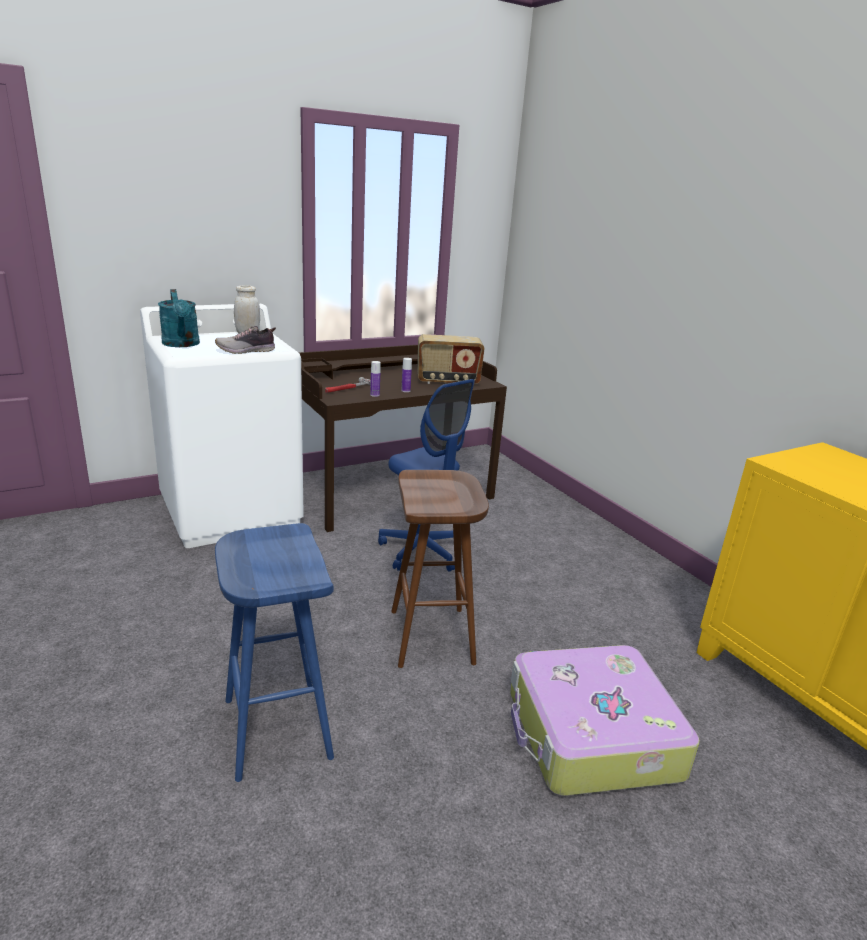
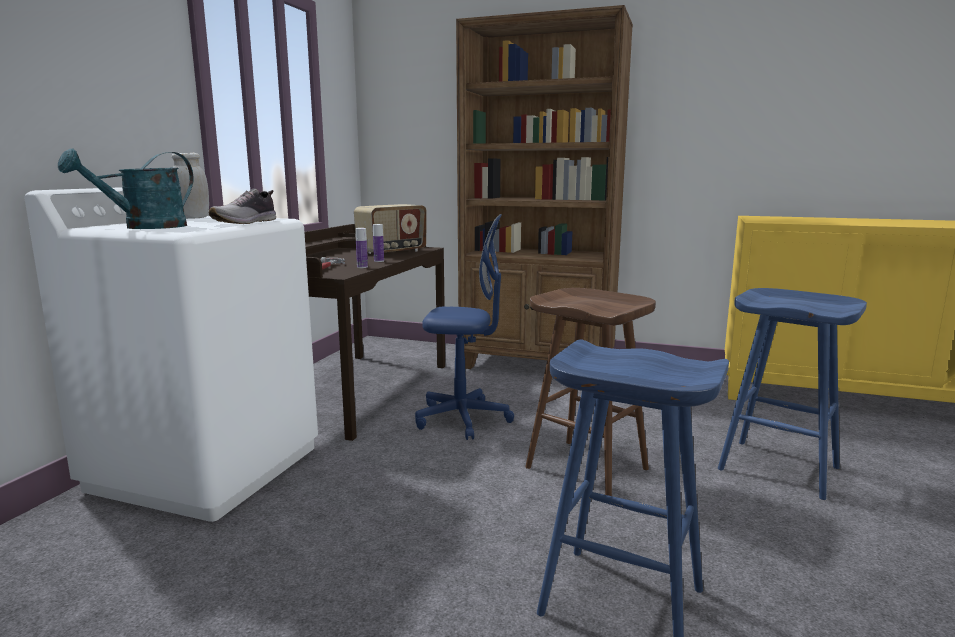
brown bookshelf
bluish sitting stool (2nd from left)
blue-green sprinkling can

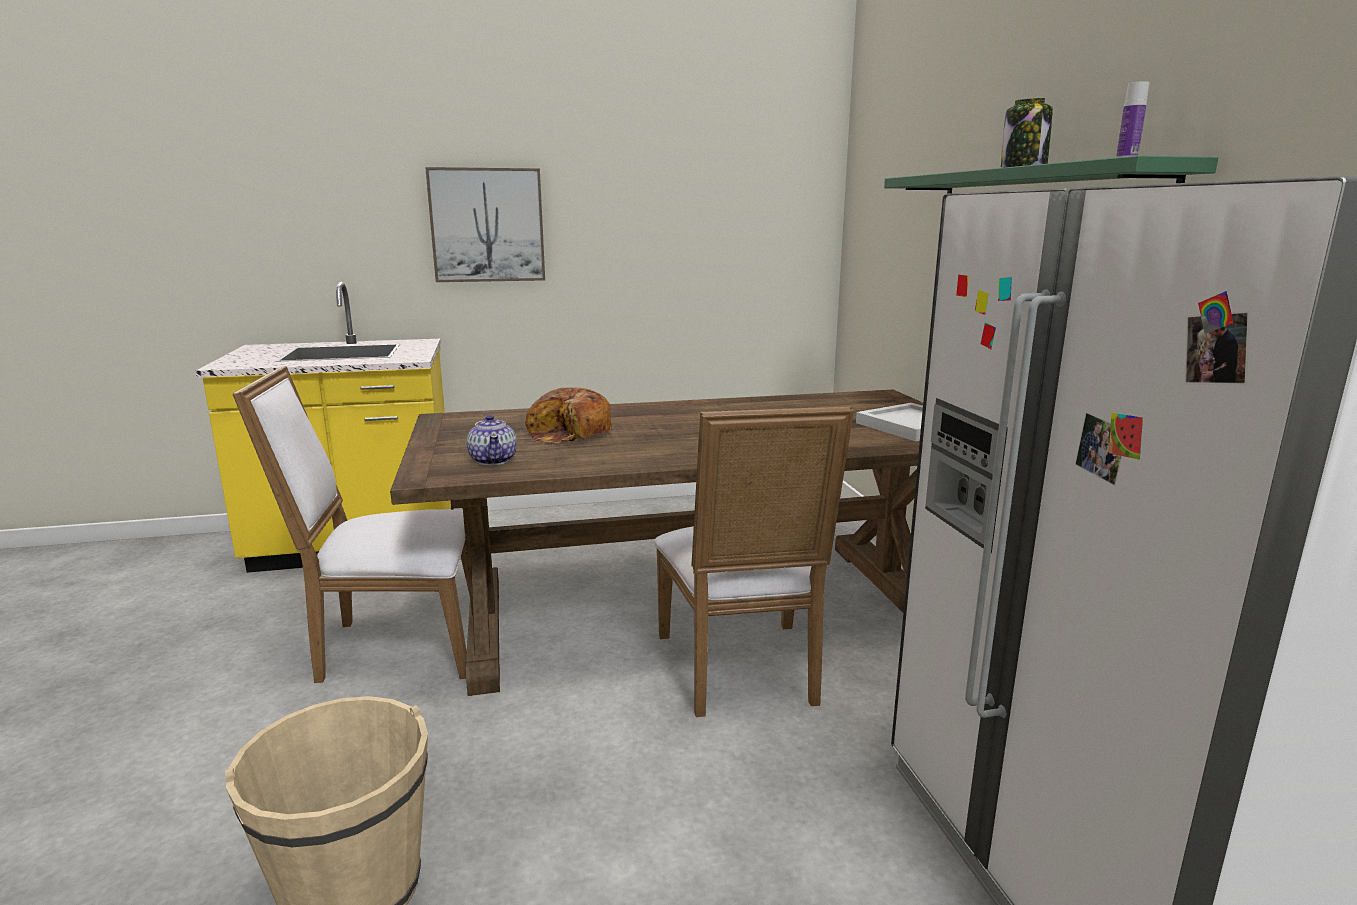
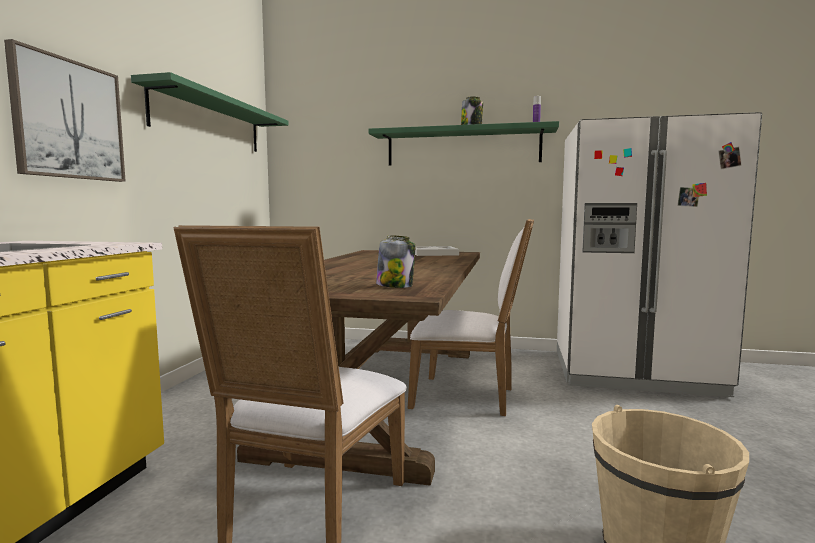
baked bread
greenish bracket shelf (1st from left)
storage jar (1st from left)

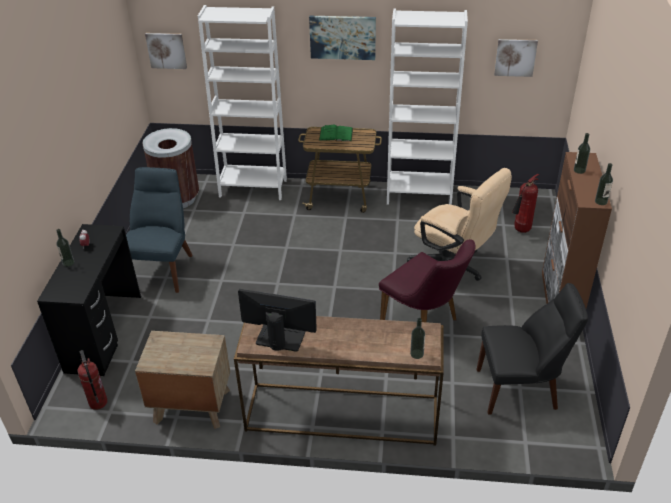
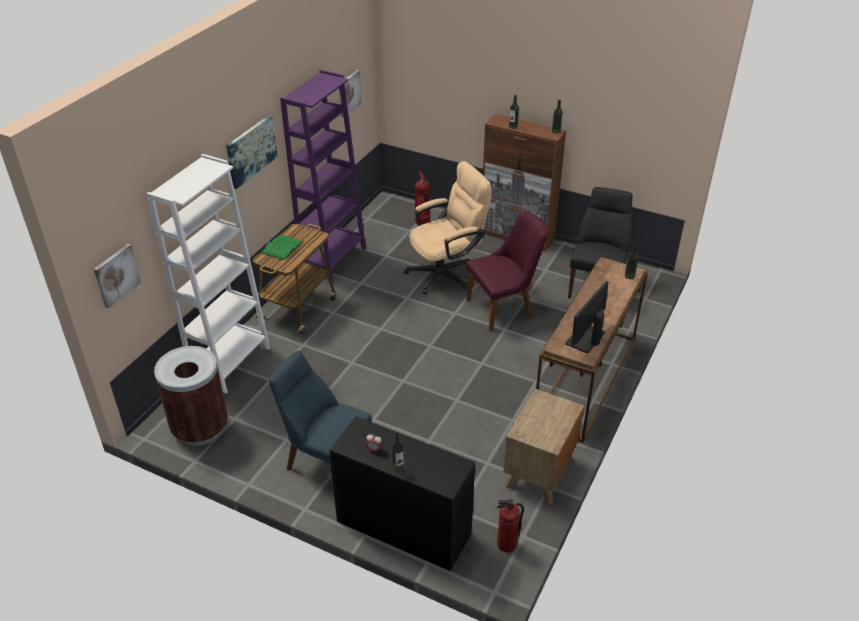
purple bookshelf

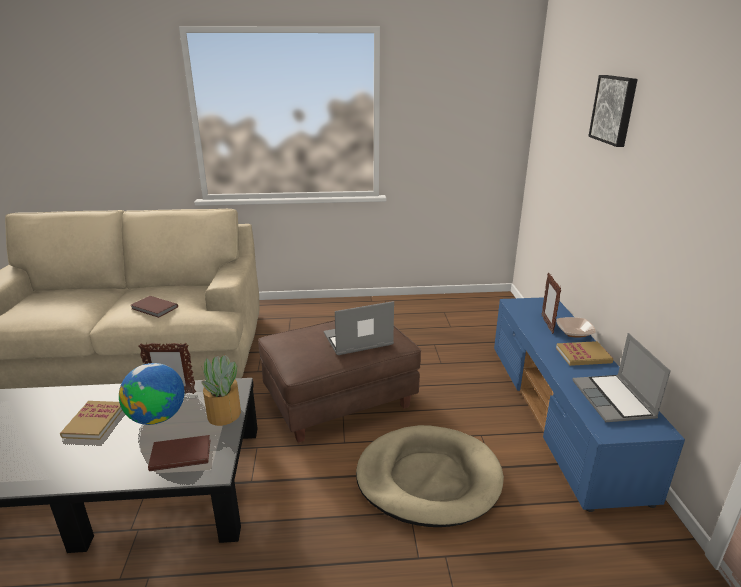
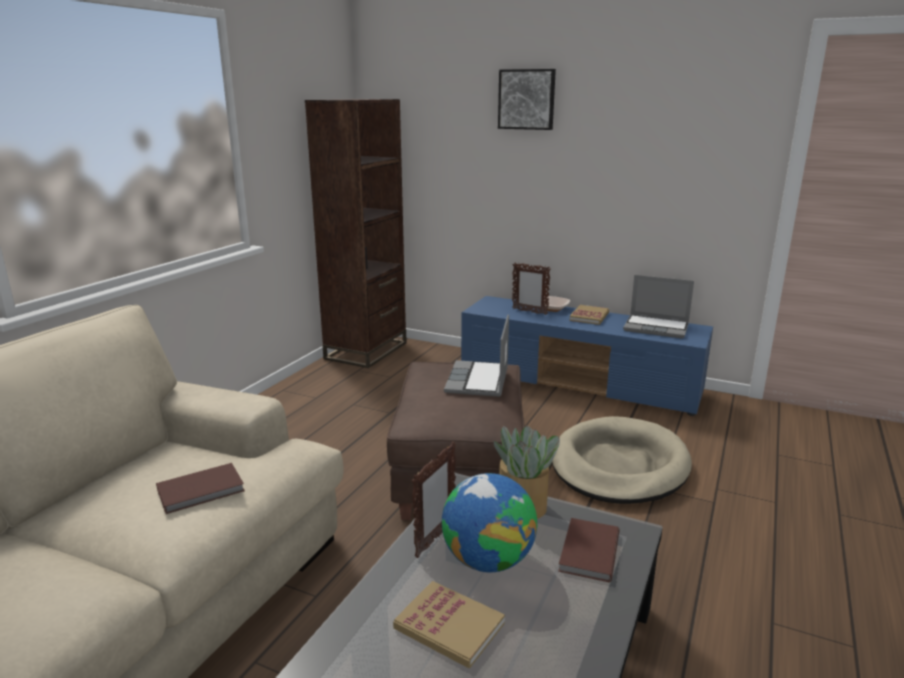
brown bookshelf

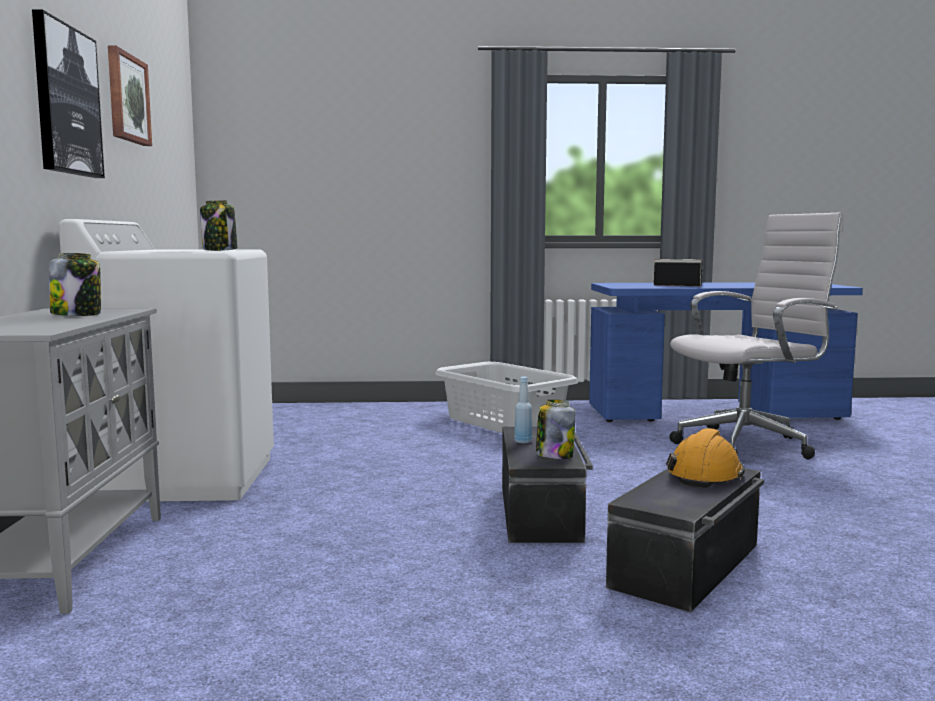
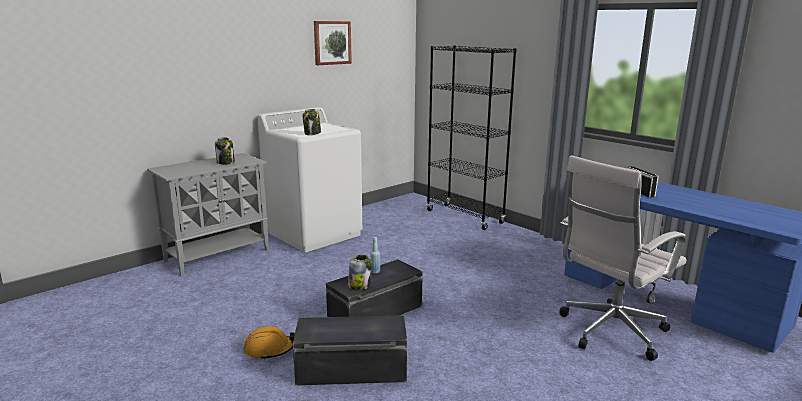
picture (1st from left in the first image)
greyish laundry basket
black bookshelf
orange work helmet
white computer chair

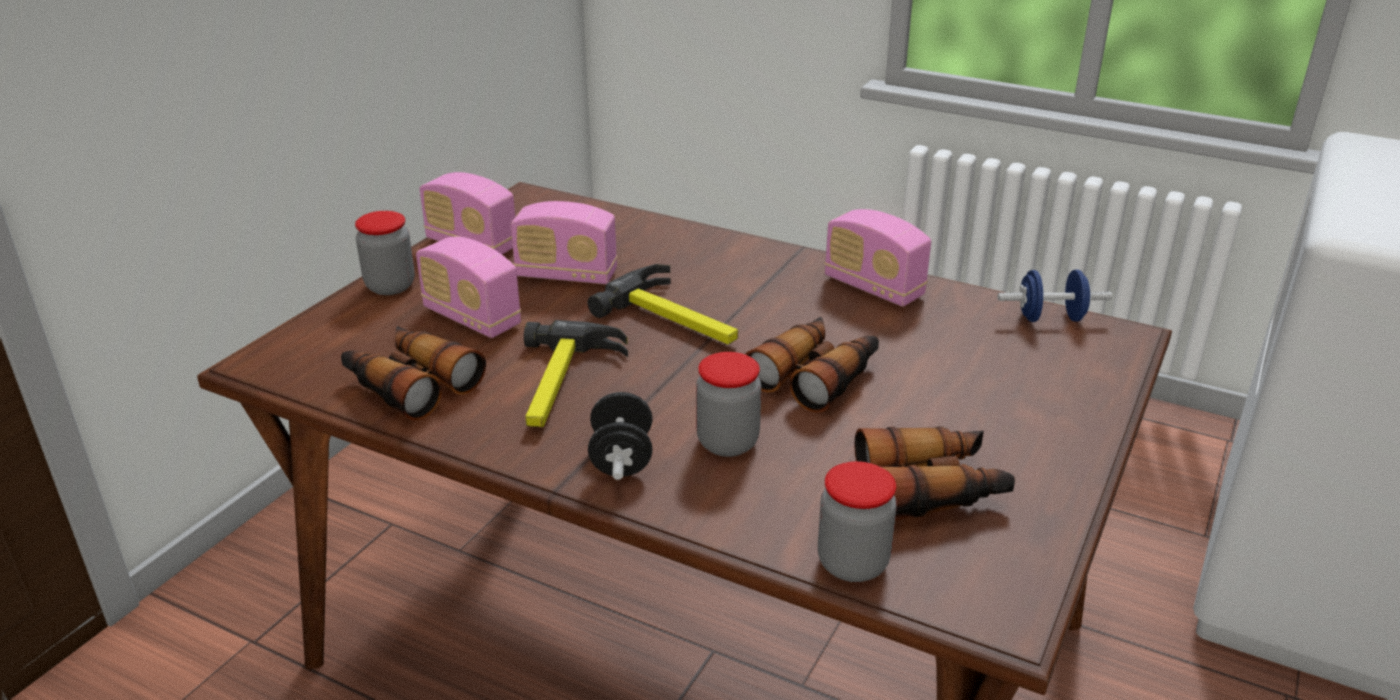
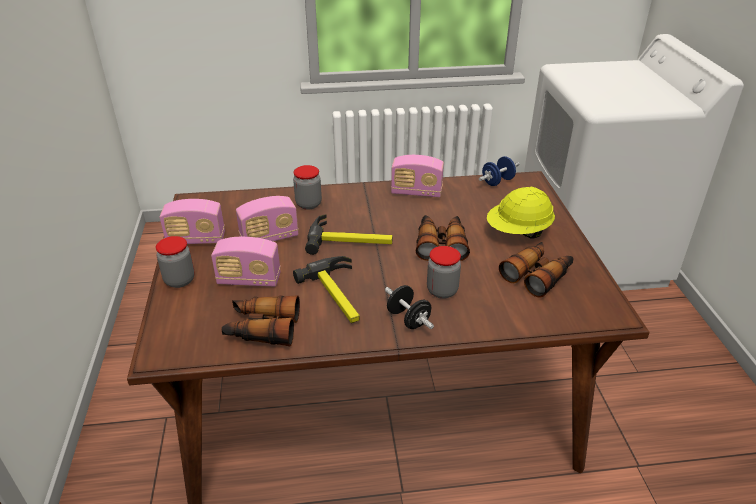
yellow-coloured work helmet
storage jar (2nd from left)

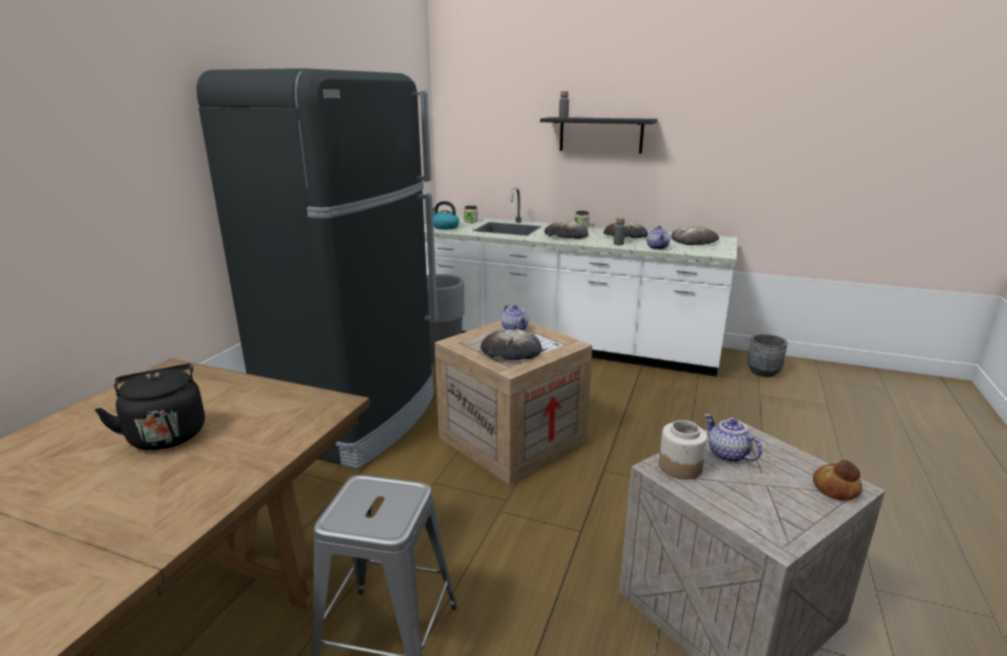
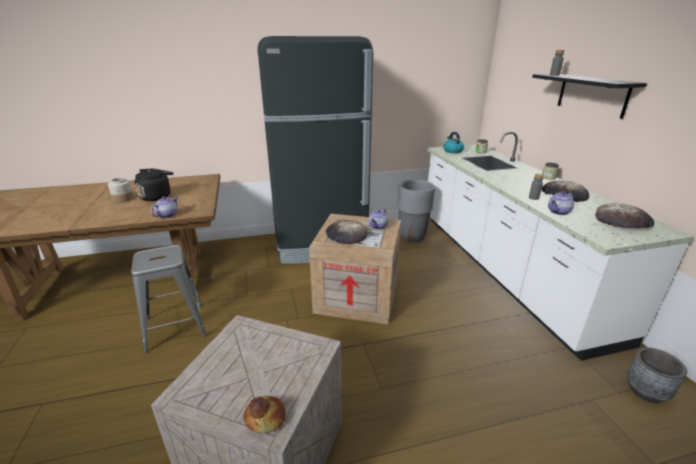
baked bread (2nd from left in the first image)
storage jar (1st from left)
teapot (1st from left)

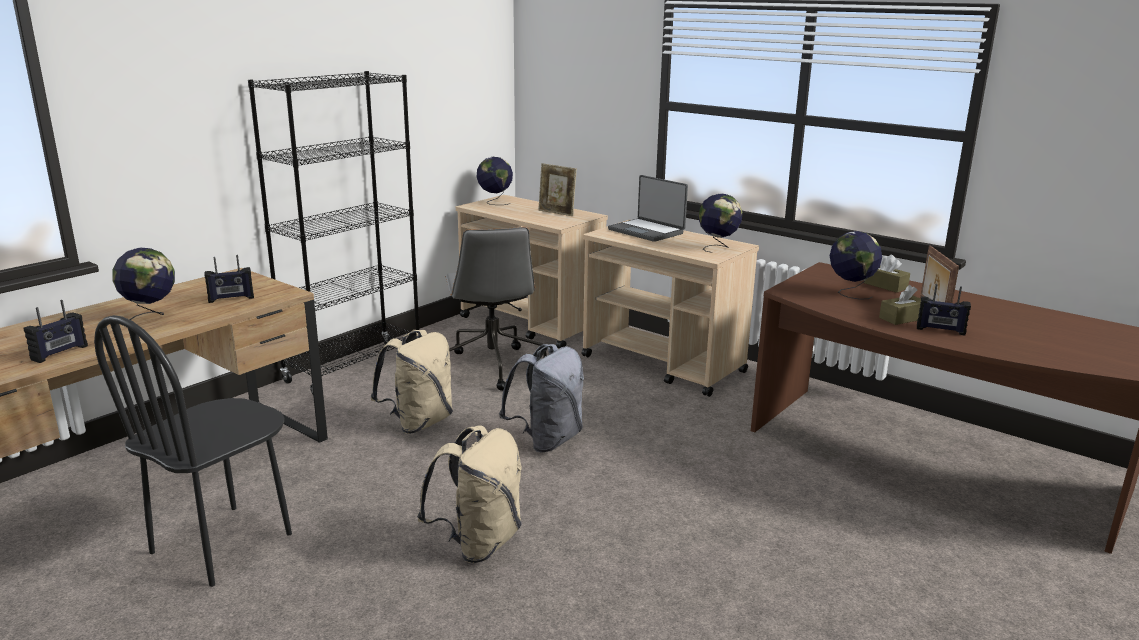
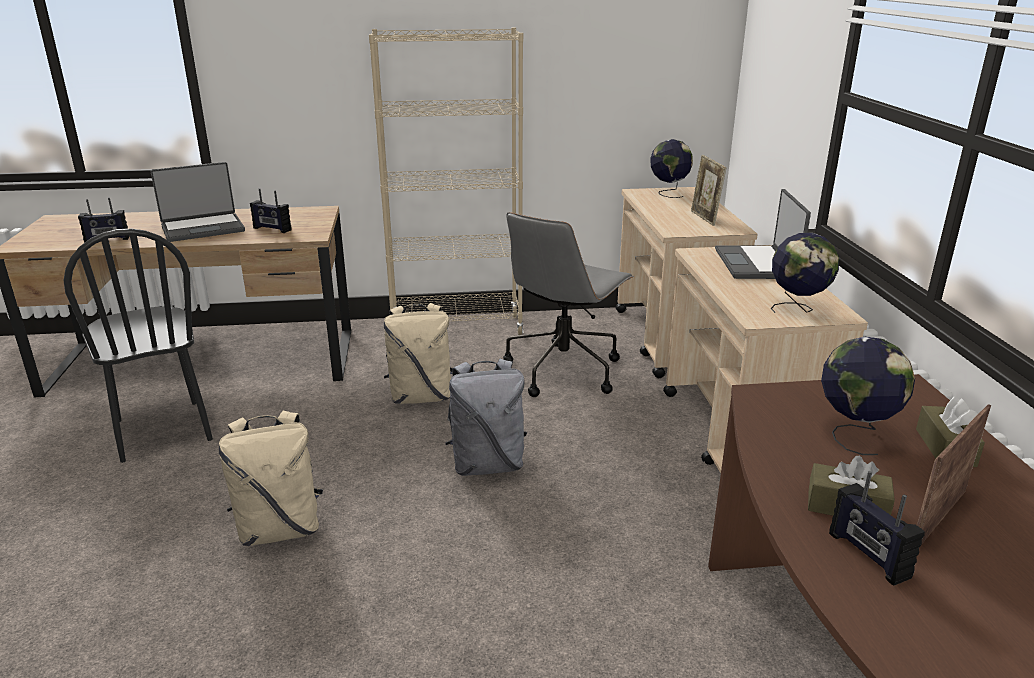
portable computer (1st from left)
beige-coloured bookshelf
black chair

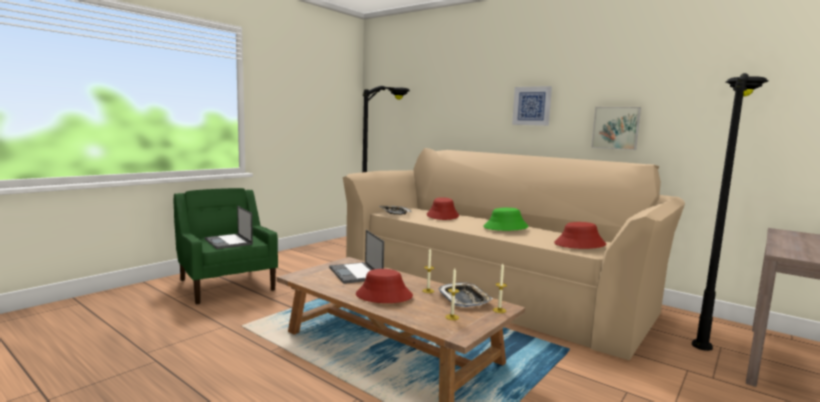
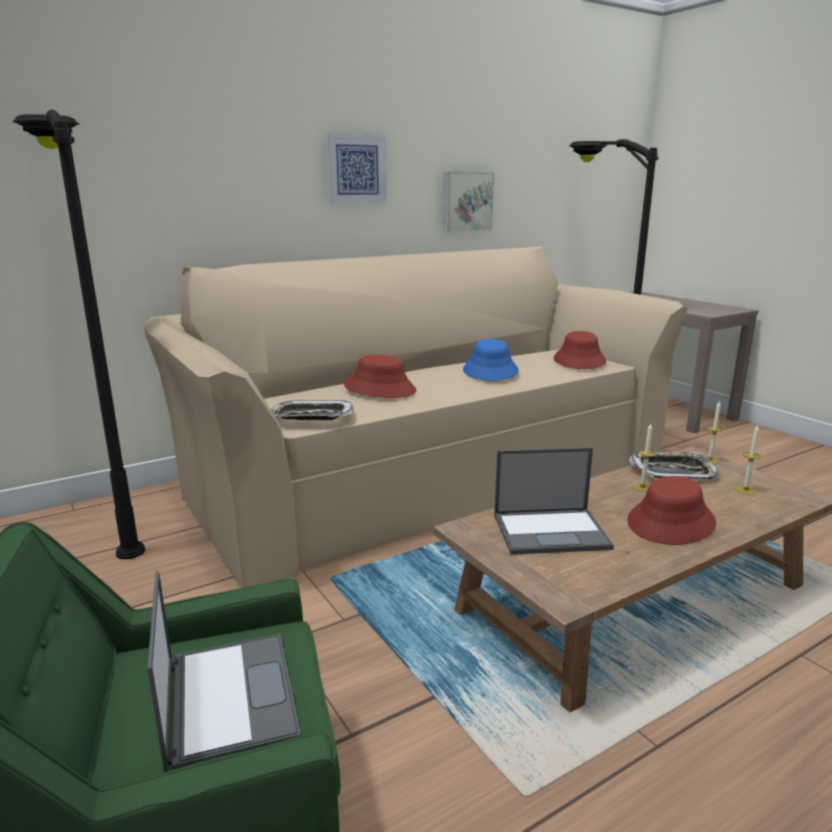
bluish clothing hat
portable computer (1st from left)

